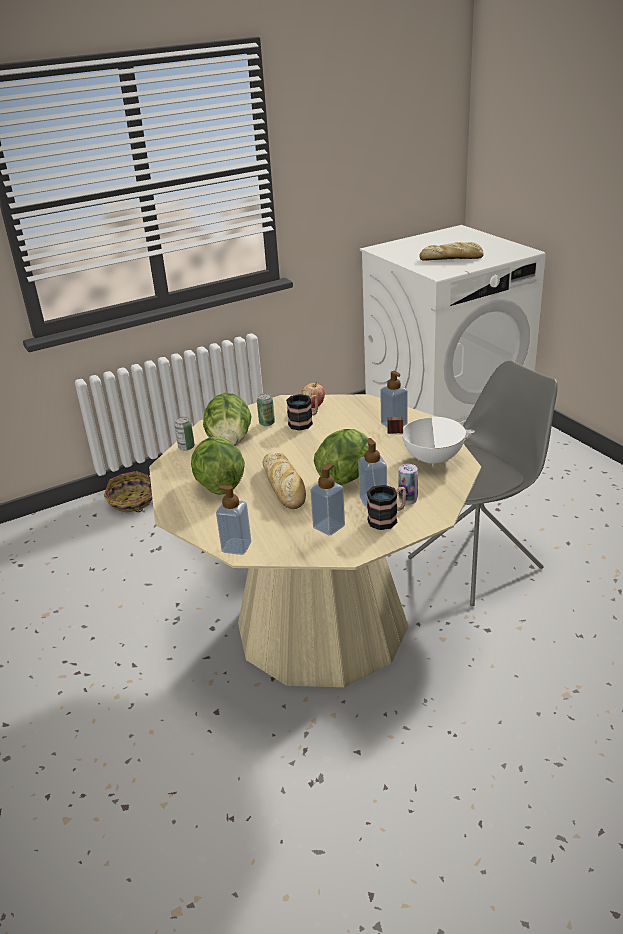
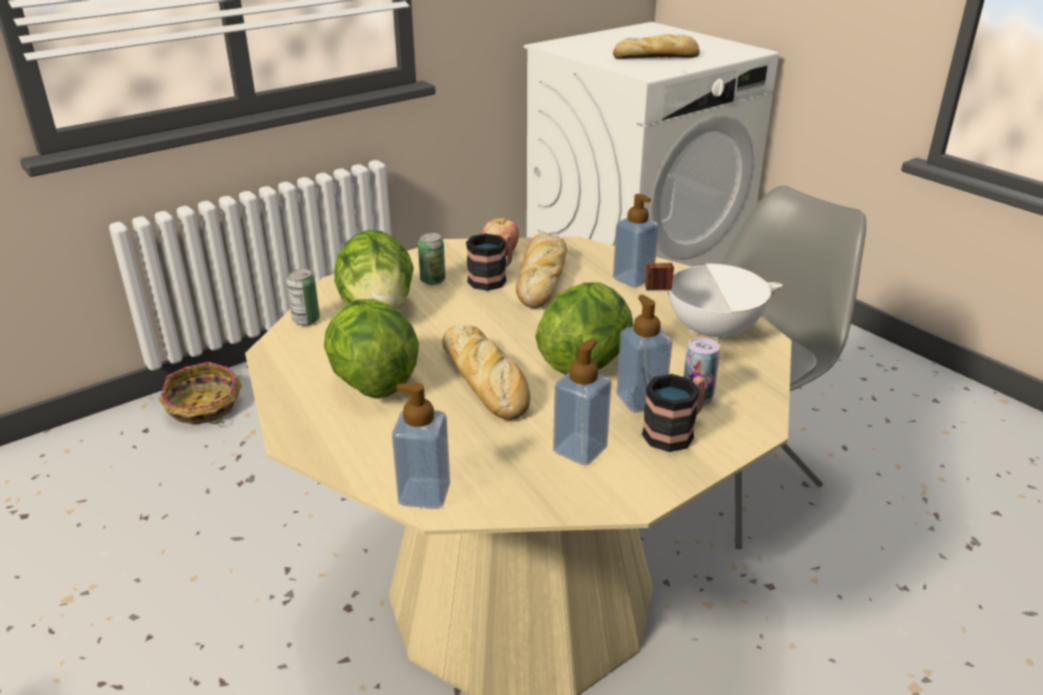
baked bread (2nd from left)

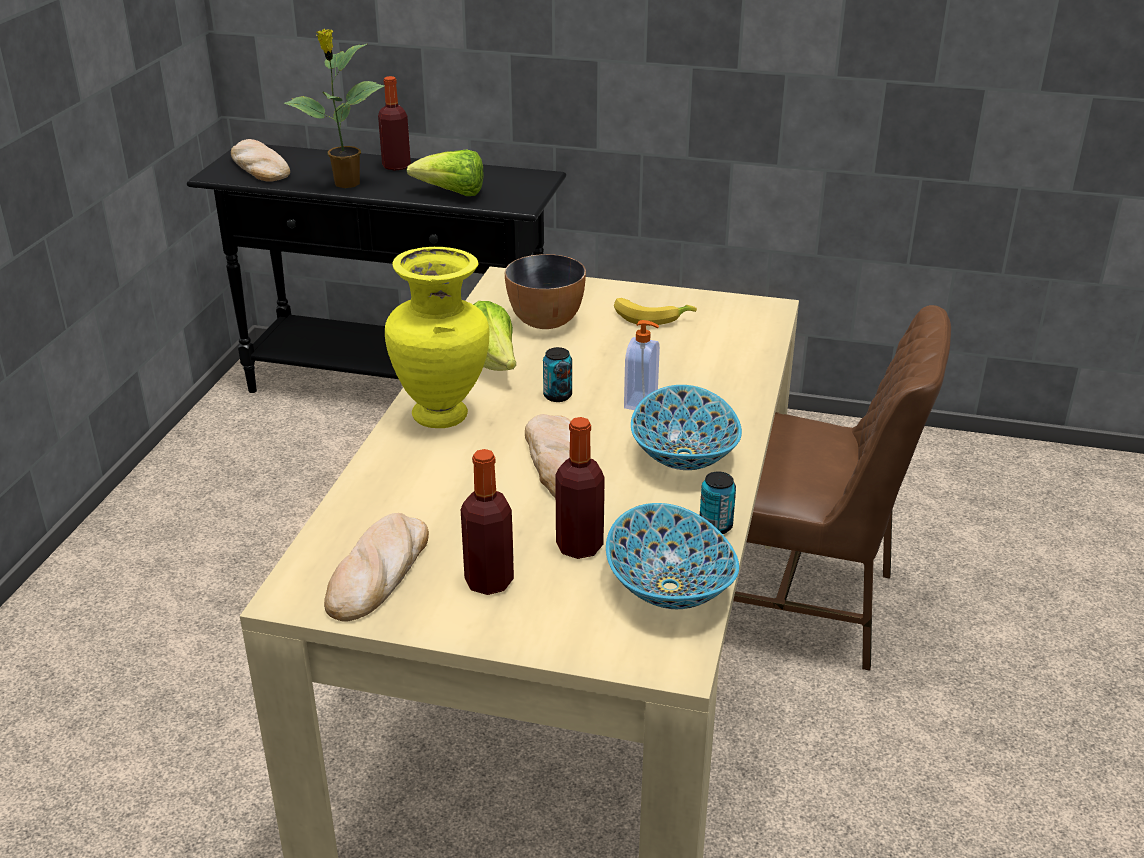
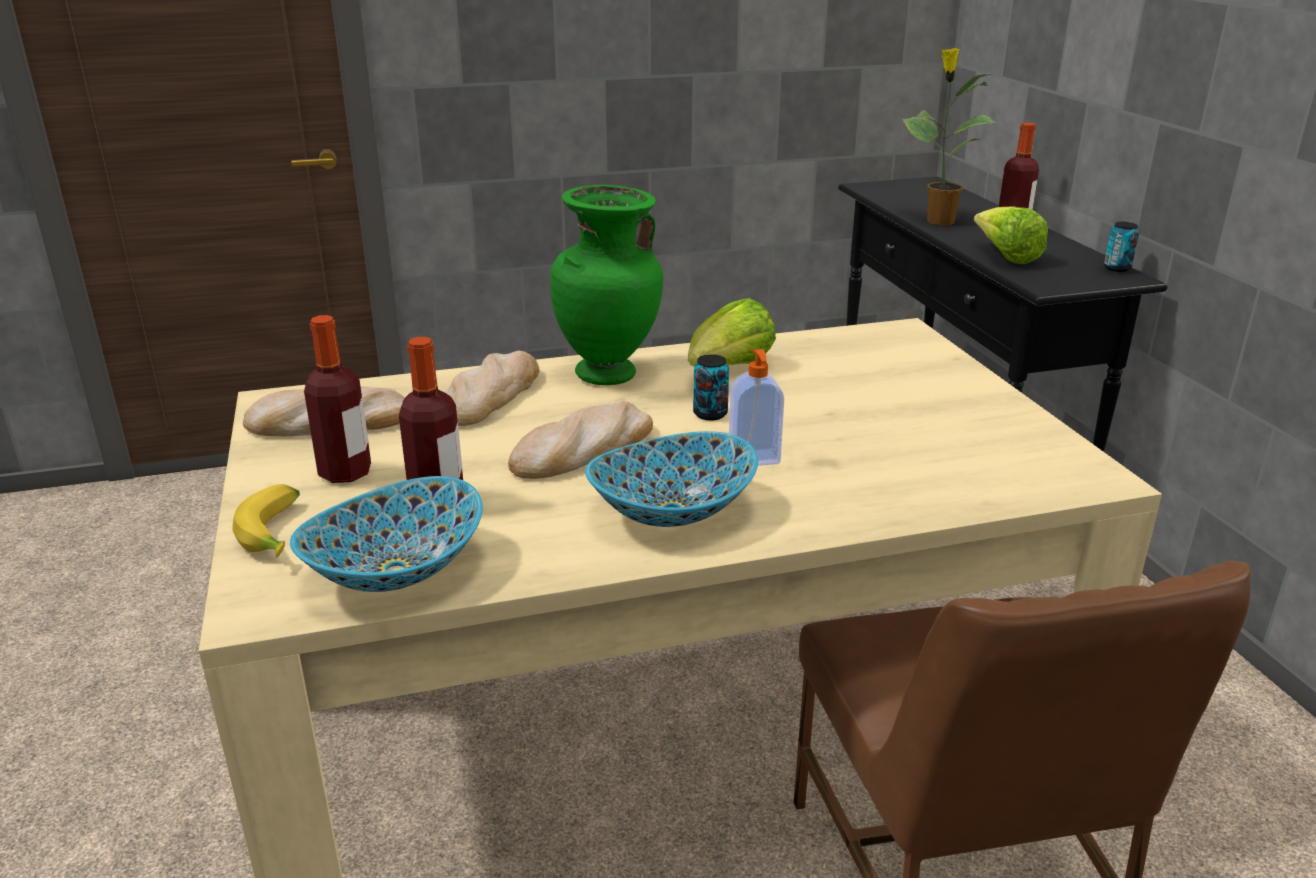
serving bowl (1st from left in the first image)
baked bread (2nd from left)
whole banana
metal can (2nd from left)
greenish flower vase

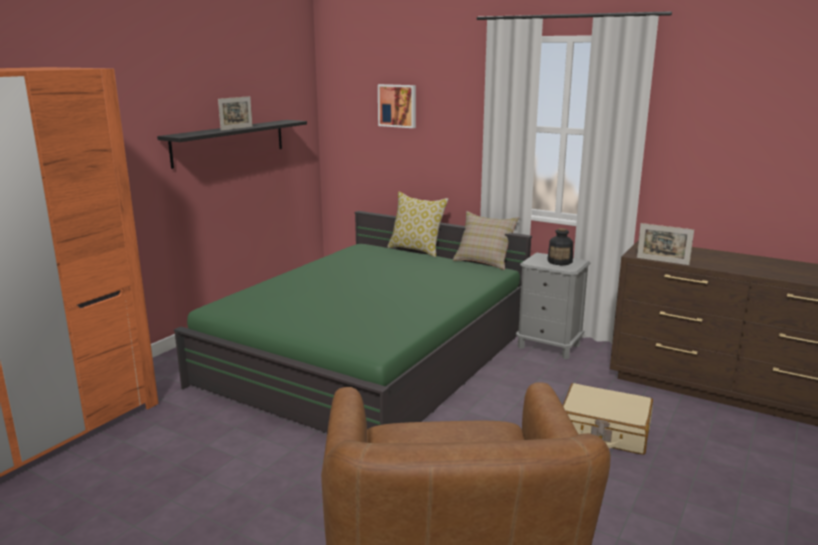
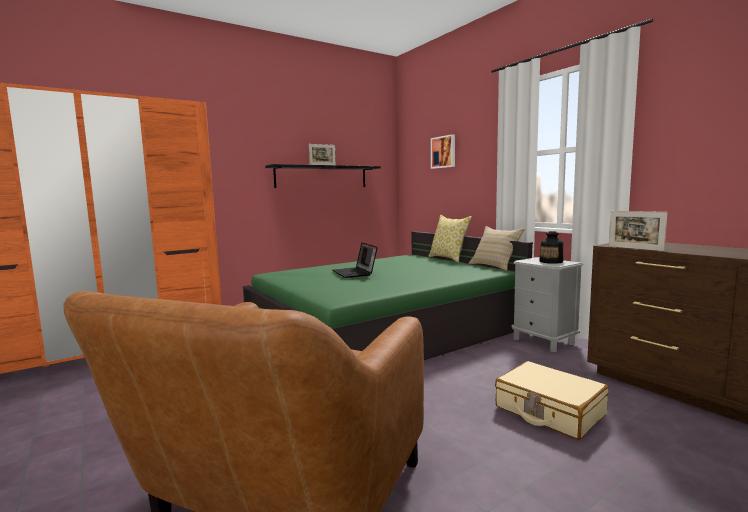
portable computer

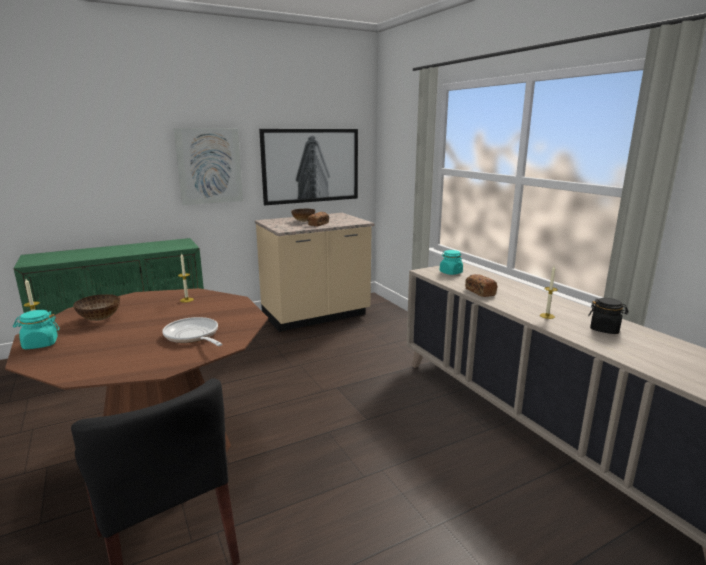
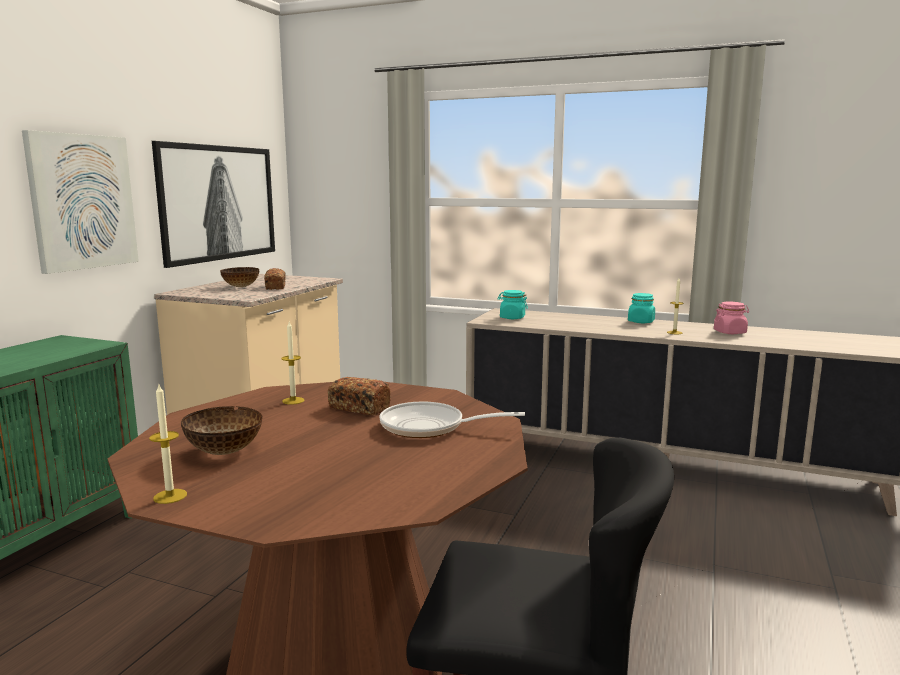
blue-green storage jar (2nd from left)
baked bread (2nd from left)
pinkish storage jar

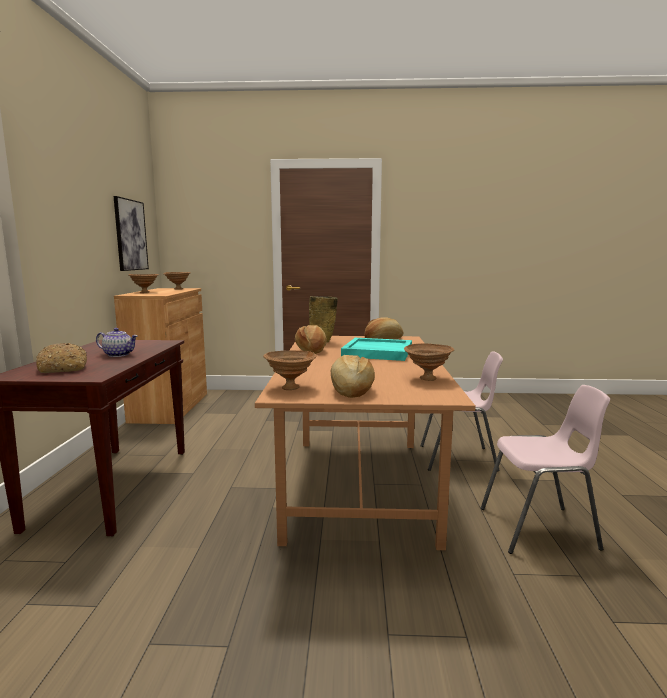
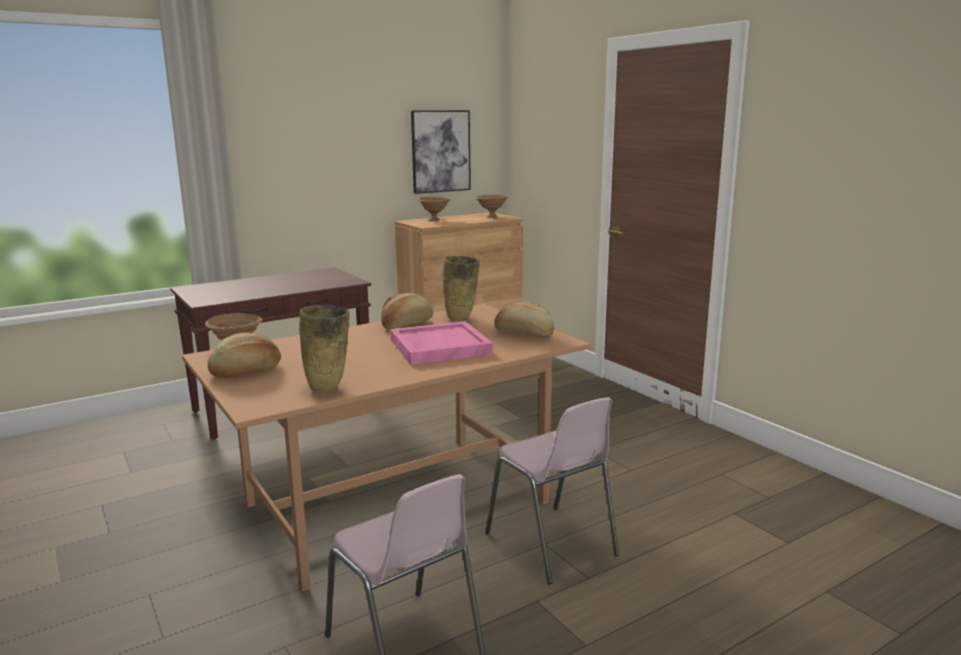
baked bread (1st from left in the first image)
teapot
beige-coloured flower vase (1st from left)
pinkish carrying tray

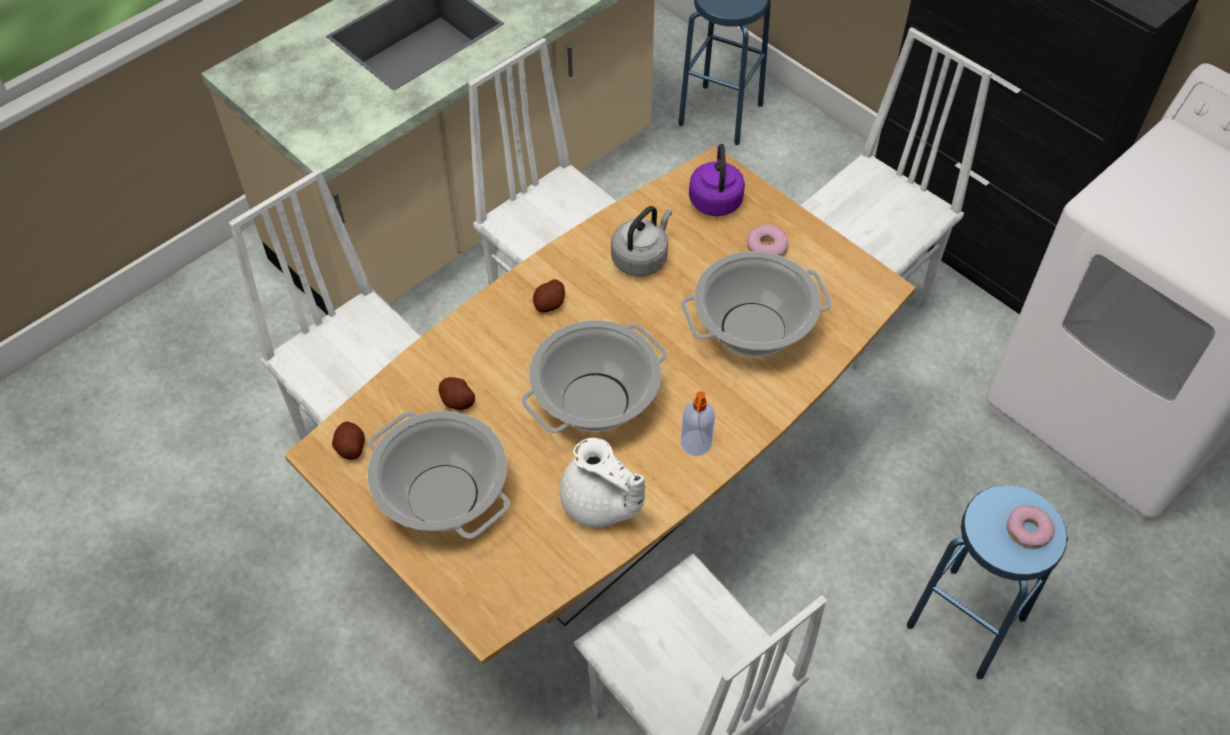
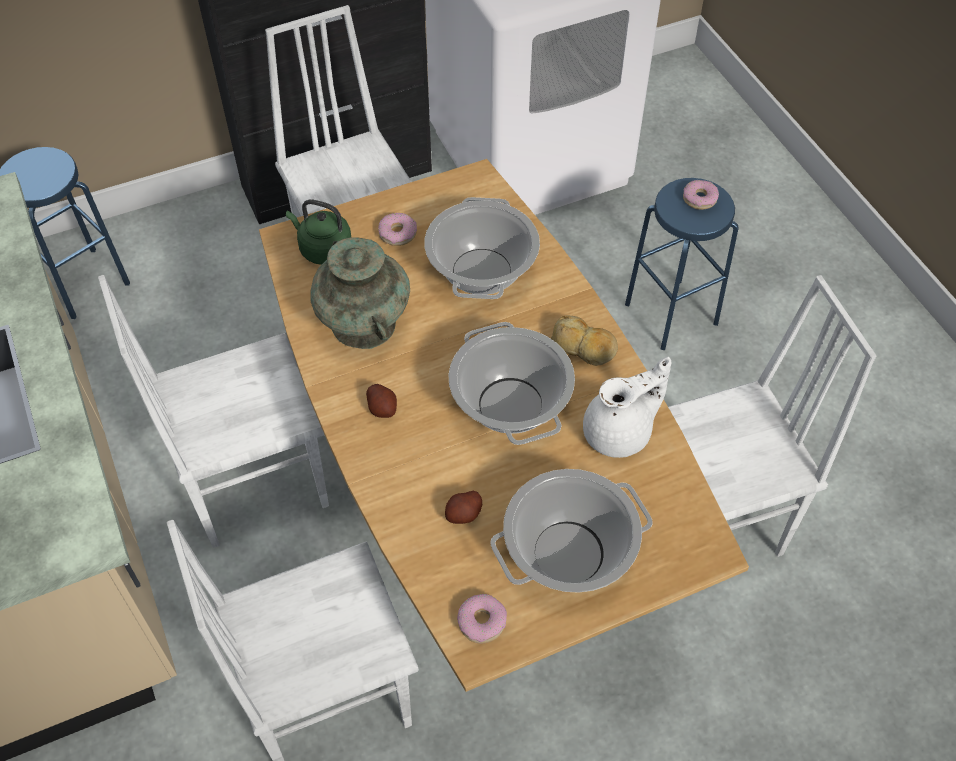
ring doughnut (2nd from left)
blue-green flower vase
baked bread
greenish kettle

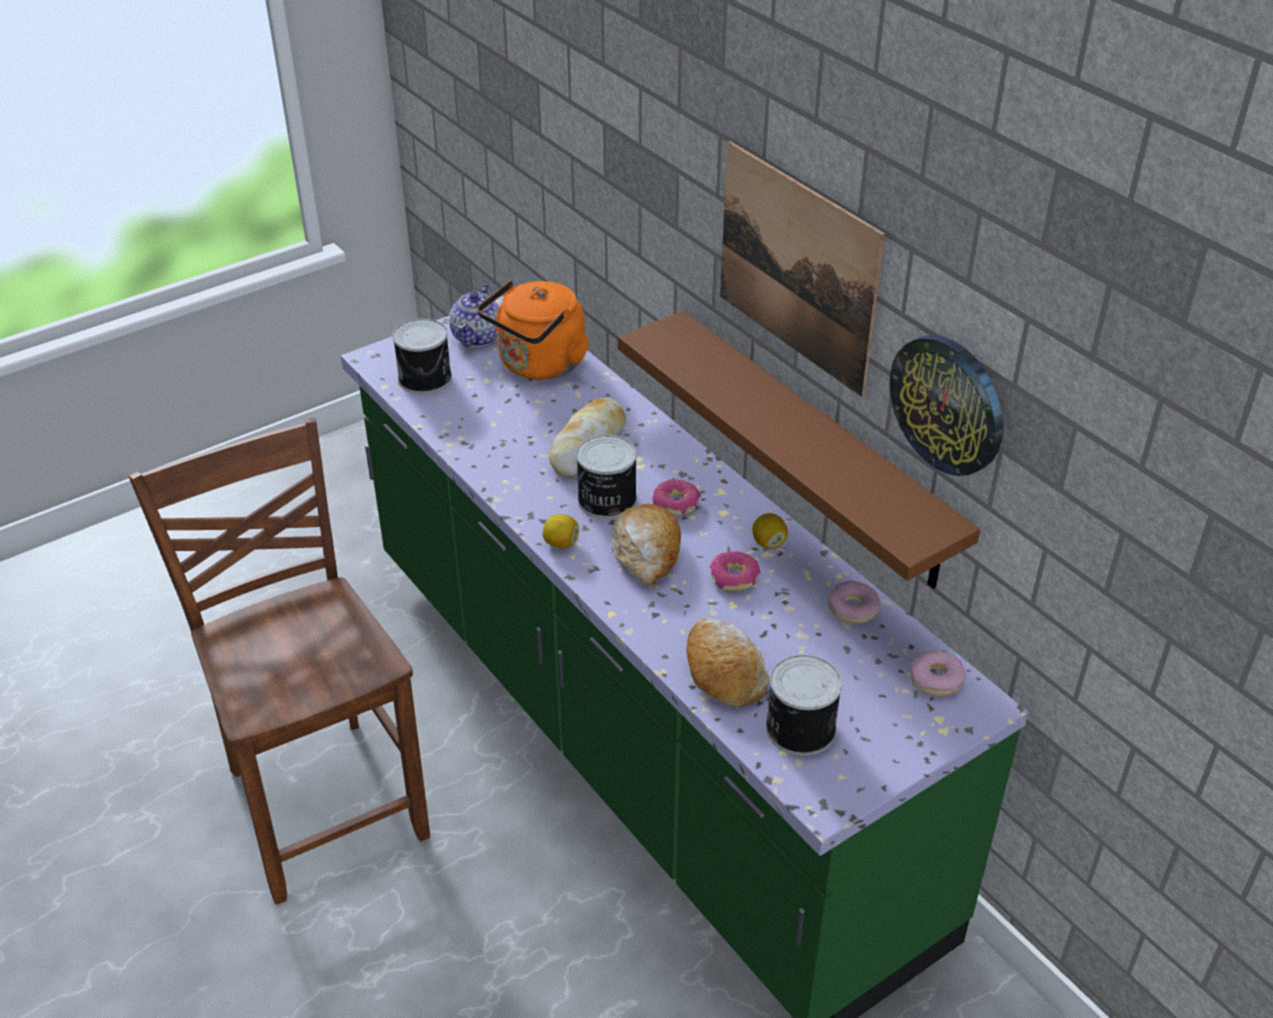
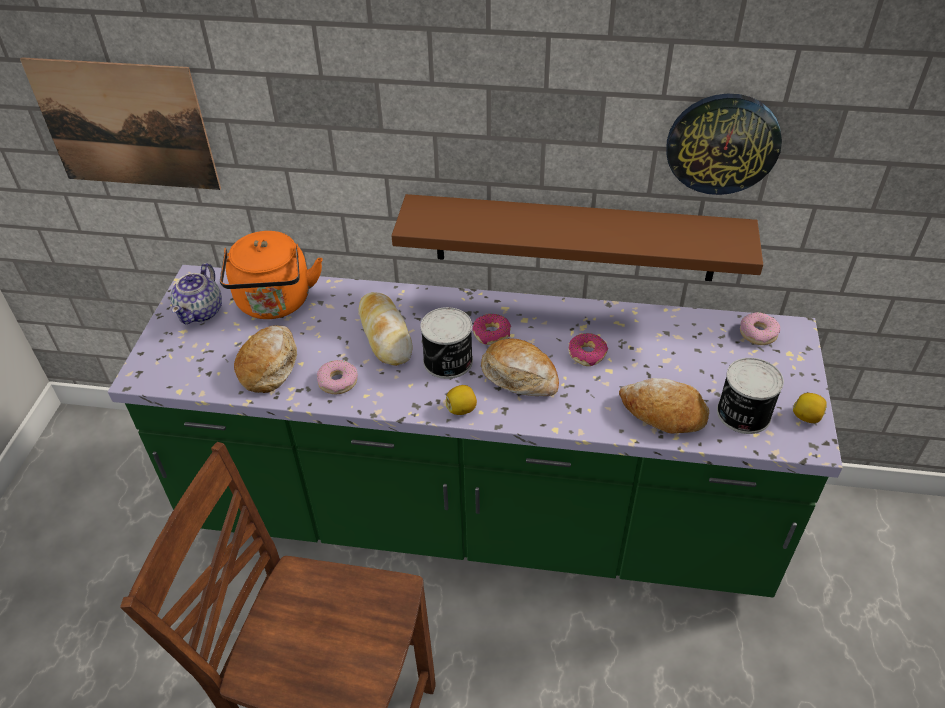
metal can (1st from left in the first image)
baked bread (1st from left)
picture
citrus fruit (2nd from left)
ring doughnut (1st from left)
teapot

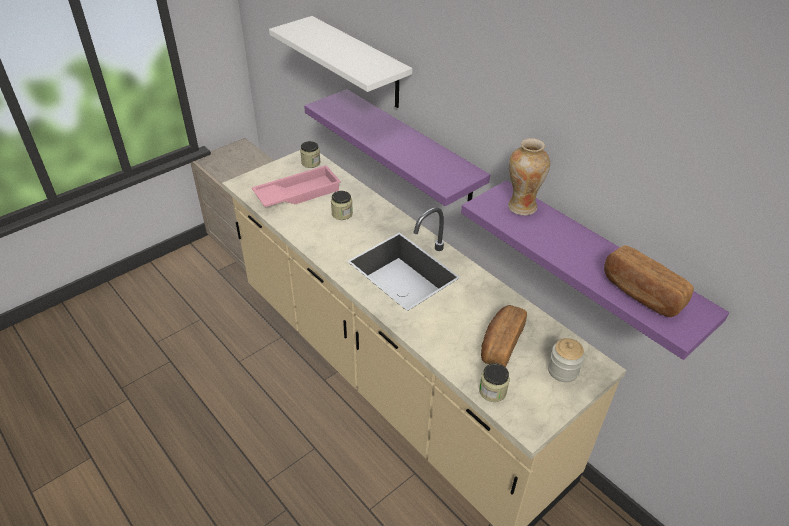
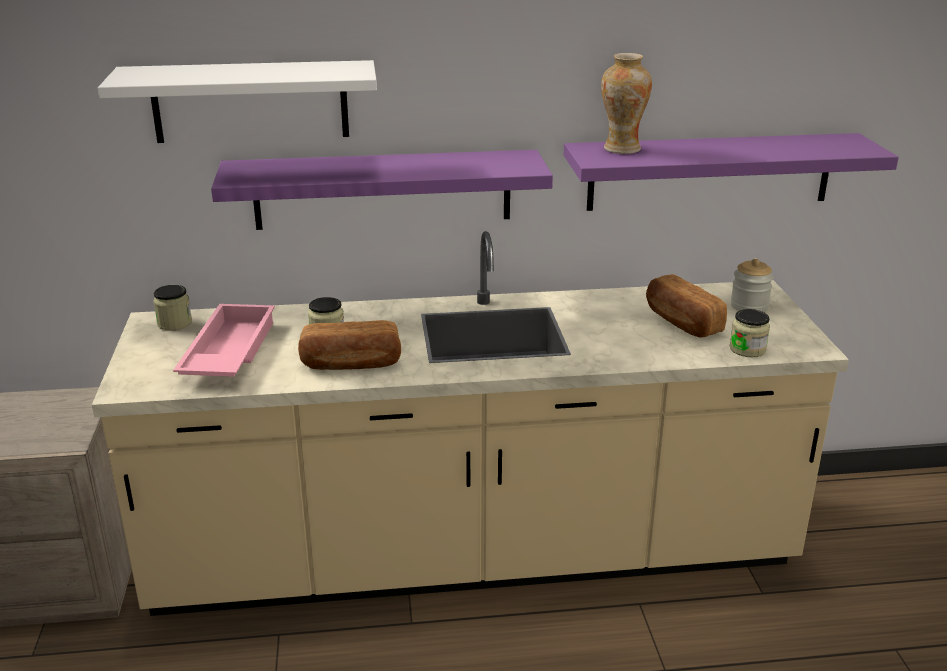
baked bread (1st from left)

